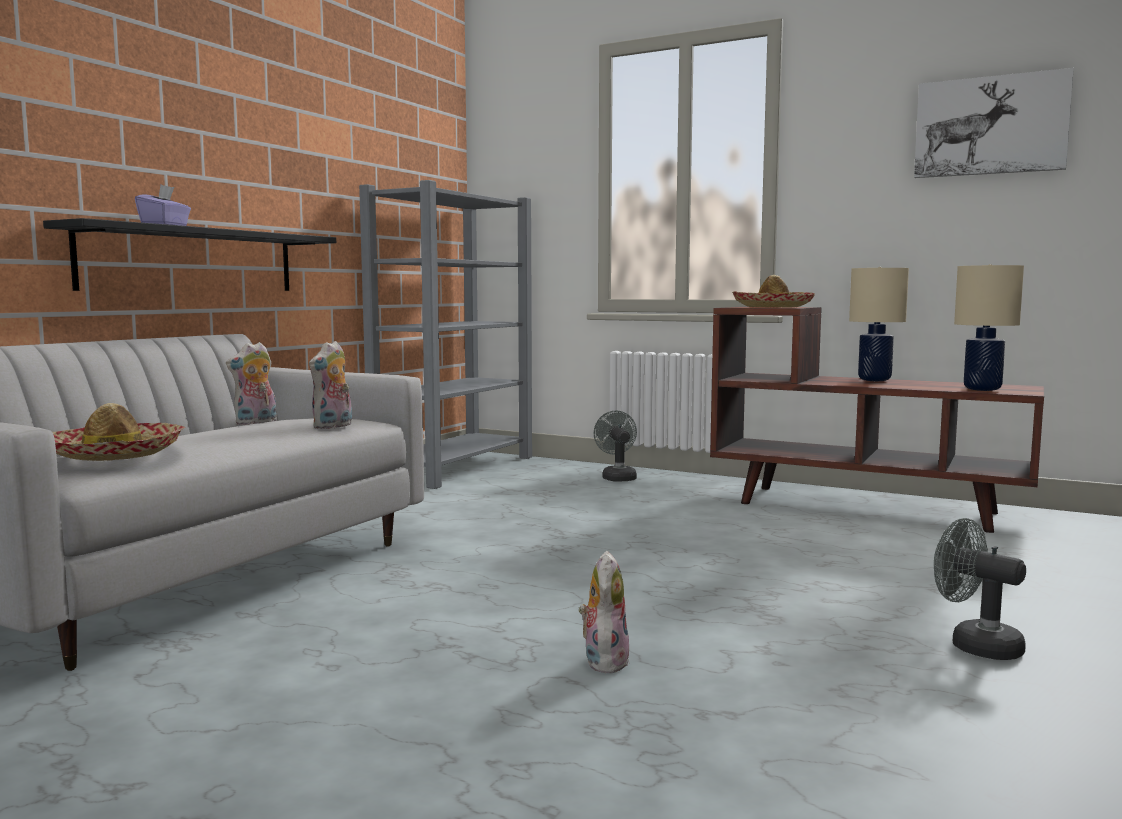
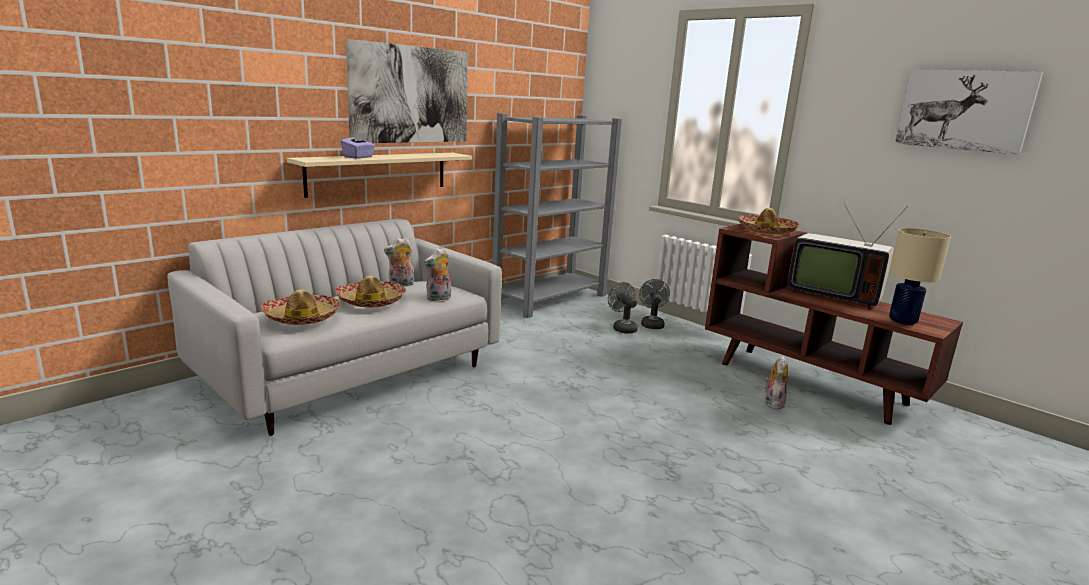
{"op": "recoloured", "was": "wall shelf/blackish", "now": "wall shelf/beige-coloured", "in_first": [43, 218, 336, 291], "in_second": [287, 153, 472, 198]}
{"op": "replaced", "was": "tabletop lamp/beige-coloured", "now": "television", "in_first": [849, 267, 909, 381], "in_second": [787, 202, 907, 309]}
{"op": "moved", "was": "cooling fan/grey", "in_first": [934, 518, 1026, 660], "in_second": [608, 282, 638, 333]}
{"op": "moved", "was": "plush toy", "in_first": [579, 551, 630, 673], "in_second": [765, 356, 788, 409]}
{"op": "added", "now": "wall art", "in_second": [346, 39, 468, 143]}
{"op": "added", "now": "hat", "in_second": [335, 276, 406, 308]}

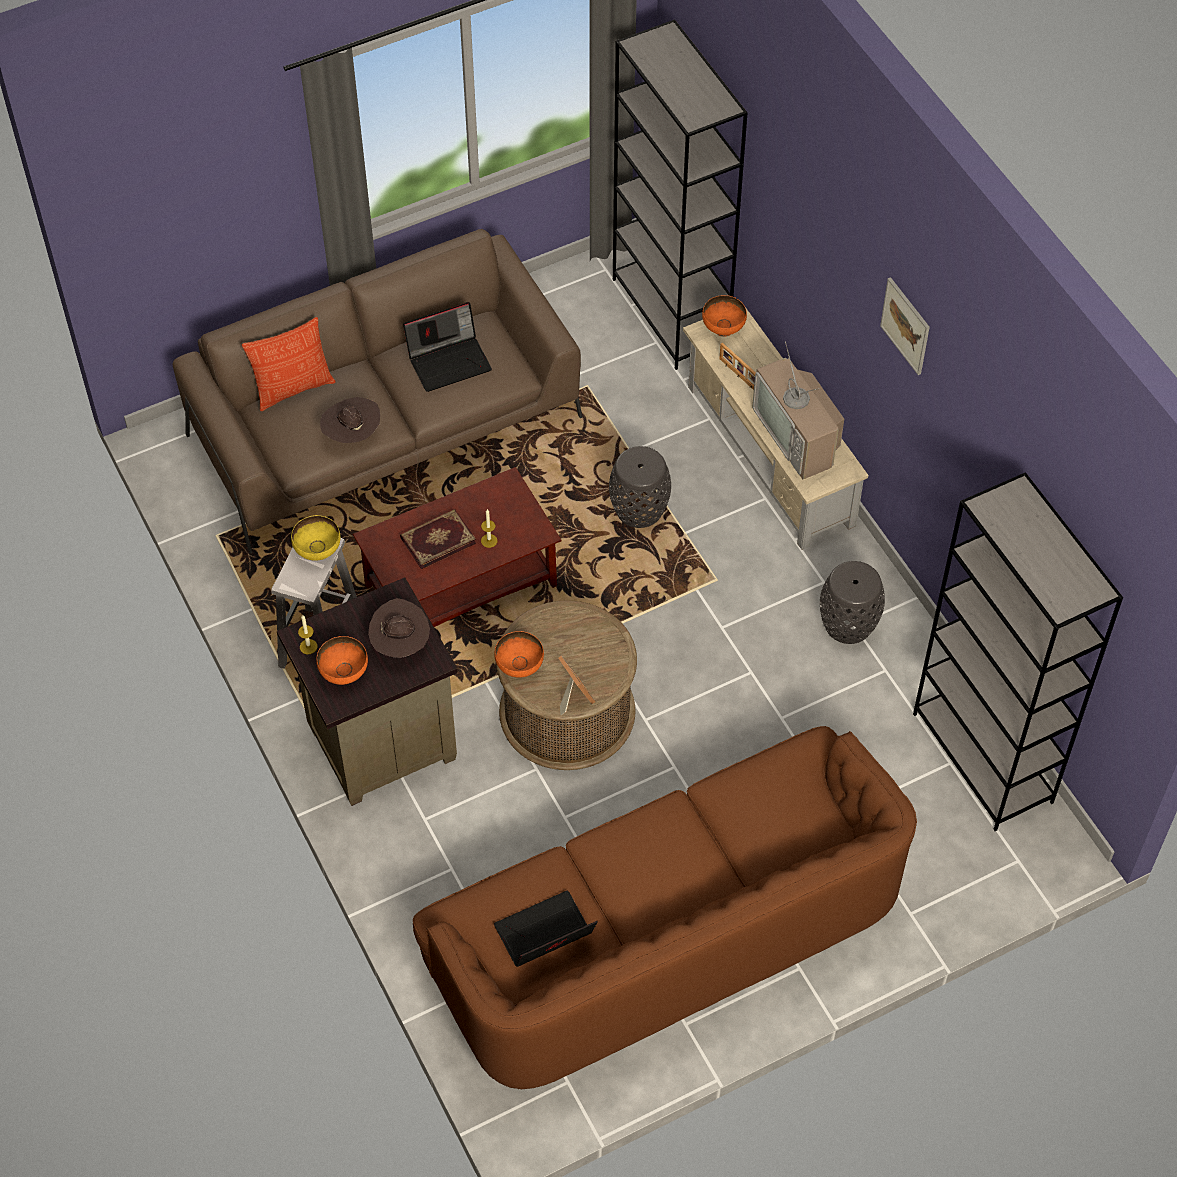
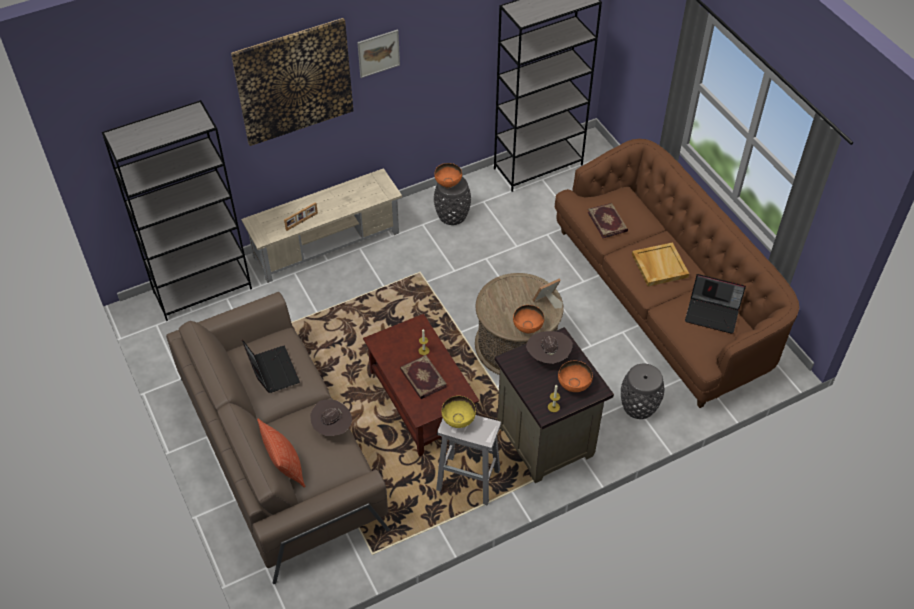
{"op": "moved", "was": "bowl/orange-coloured", "in_first": [702, 295, 747, 337], "in_second": [434, 163, 462, 188]}
{"op": "removed", "was": "television", "in_first": [752, 341, 844, 479]}
{"op": "moved", "was": "stool/grey", "in_first": [609, 446, 671, 528], "in_second": [621, 363, 664, 419]}
{"op": "turned", "was": "notebook computer", "in_first": [494, 891, 597, 967], "in_second": [685, 274, 746, 334], "clockwise": -45}
{"op": "added", "now": "wall art", "in_second": [231, 18, 353, 146]}
{"op": "added", "now": "book", "in_second": [587, 203, 628, 238]}
{"op": "added", "now": "serving tray/beige-coloured", "in_second": [632, 242, 689, 286]}

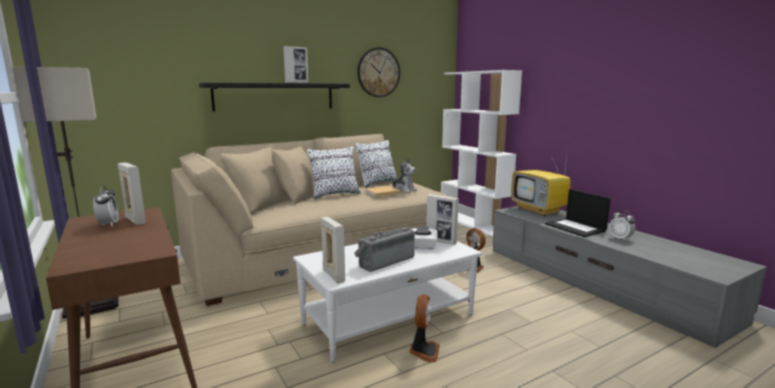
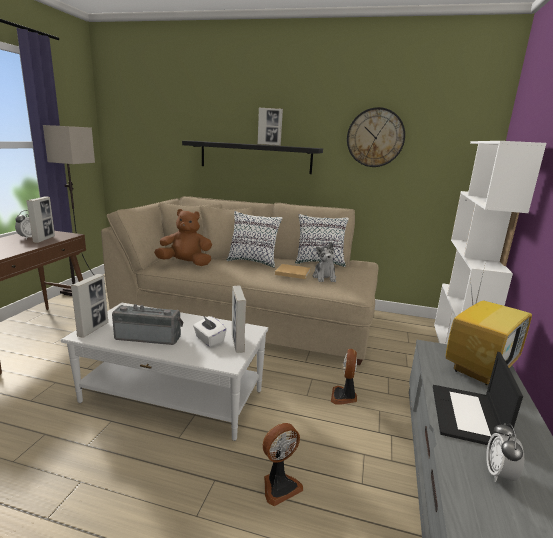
{"op": "turned", "was": "television", "in_first": [511, 155, 571, 216], "in_second": [445, 262, 532, 385], "clockwise": -150}
{"op": "moved", "was": "cooling fan", "in_first": [409, 295, 440, 363], "in_second": [263, 423, 303, 506]}
{"op": "added", "now": "plush toy/brown-coloured", "in_second": [154, 209, 212, 266]}

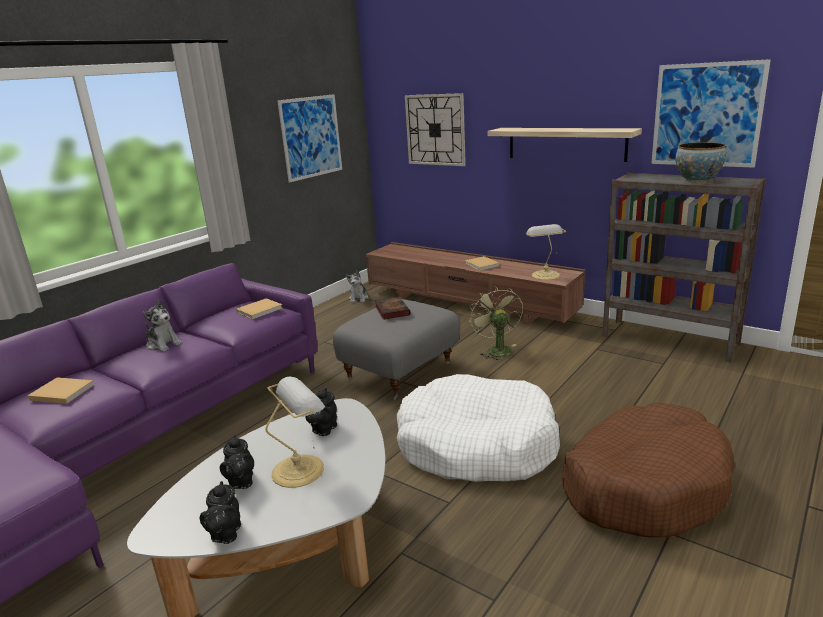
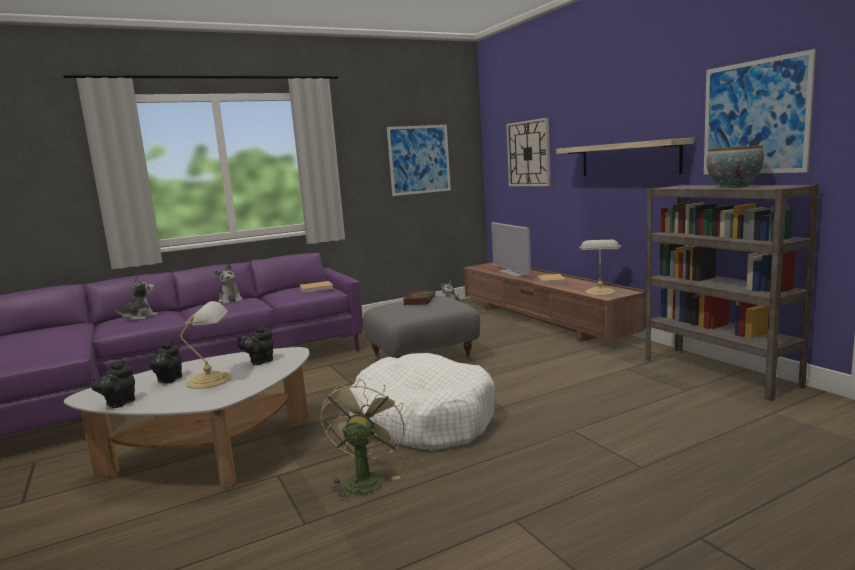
{"op": "moved", "was": "cooling fan/green-coloured", "in_first": [469, 286, 523, 361], "in_second": [320, 378, 407, 501]}
{"op": "replaced", "was": "book/beige-coloured", "now": "plush toy", "in_first": [28, 377, 94, 404], "in_second": [115, 277, 158, 321]}
{"op": "removed", "was": "dog bed/brown-coloured", "in_first": [562, 402, 735, 537]}
{"op": "added", "now": "television", "in_second": [491, 222, 531, 277]}

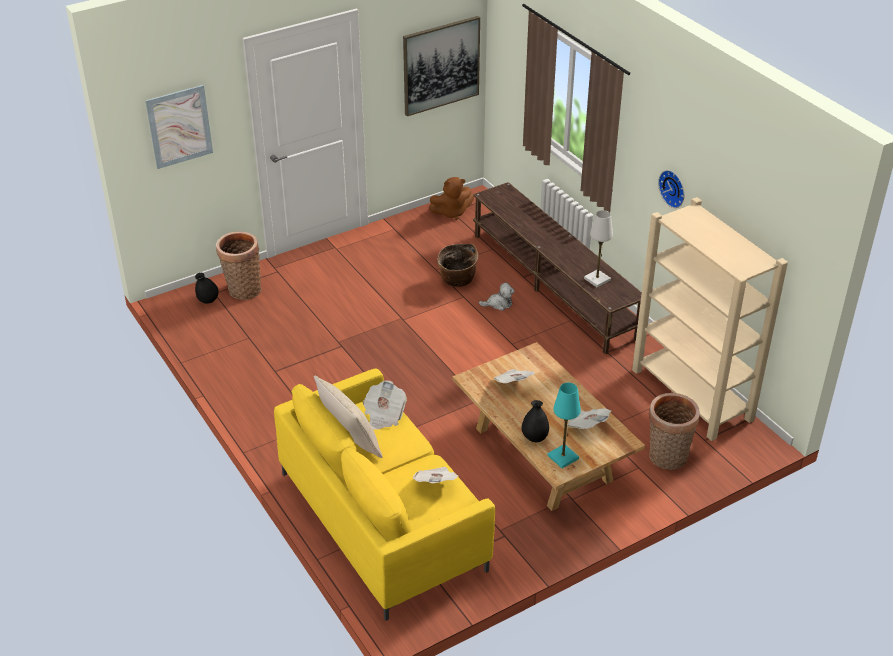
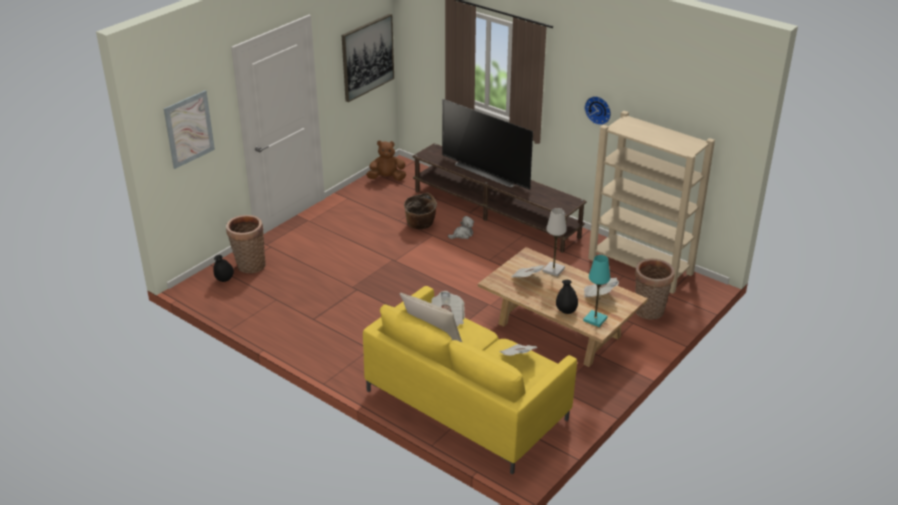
{"op": "turned", "was": "plush toy/brown-coloured", "in_first": [429, 177, 474, 220], "in_second": [366, 141, 406, 181], "clockwise": -150}
{"op": "moved", "was": "tabletop lamp/whitish", "in_first": [584, 210, 613, 287], "in_second": [543, 208, 567, 277]}
{"op": "added", "now": "television", "in_second": [442, 99, 533, 190]}

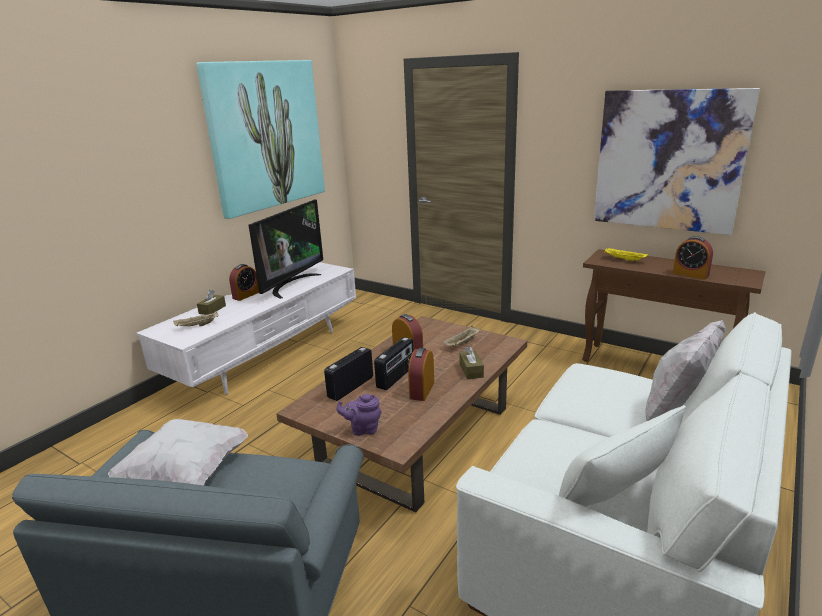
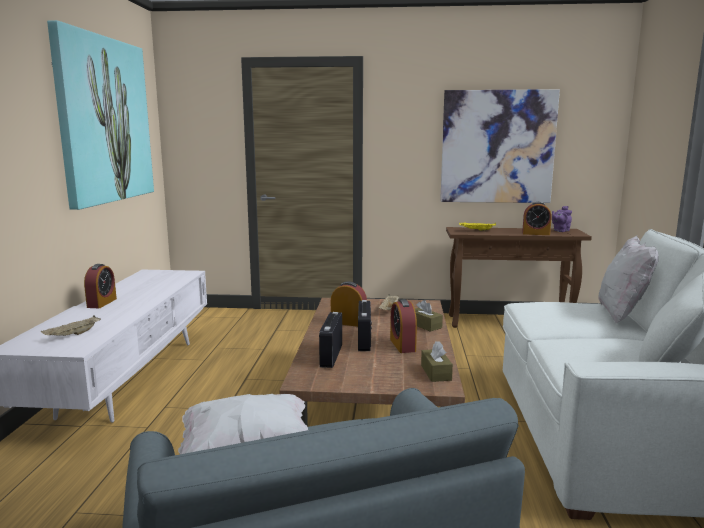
{"op": "removed", "was": "television", "in_first": [249, 200, 323, 299]}
{"op": "moved", "was": "tissue box/brown-coloured", "in_first": [197, 290, 226, 315], "in_second": [421, 341, 453, 382]}
{"op": "moved", "was": "tea pot/purple", "in_first": [336, 394, 382, 436], "in_second": [552, 206, 572, 232]}

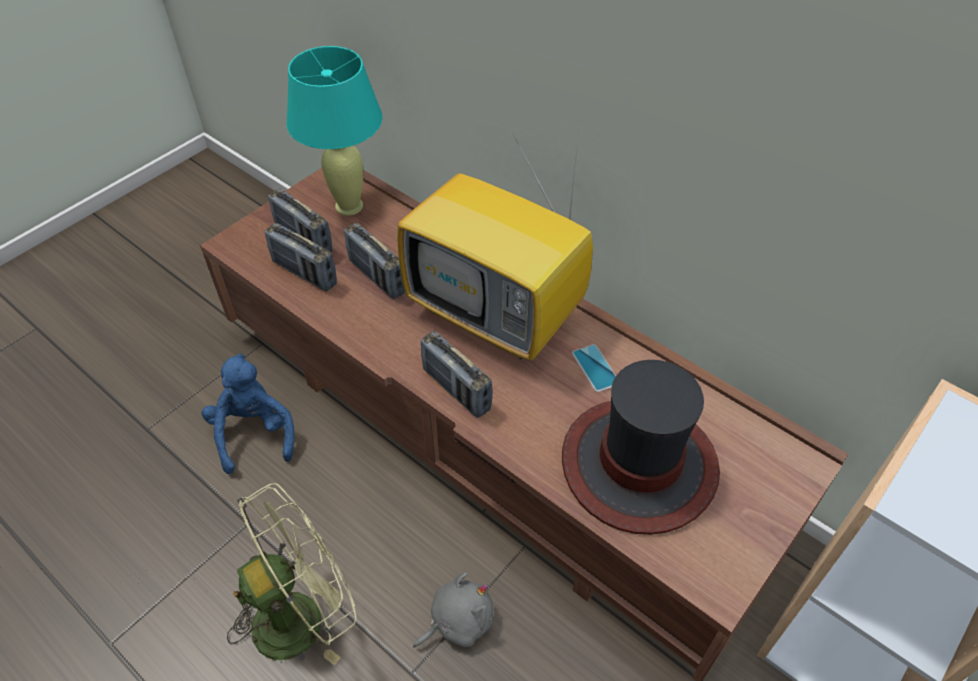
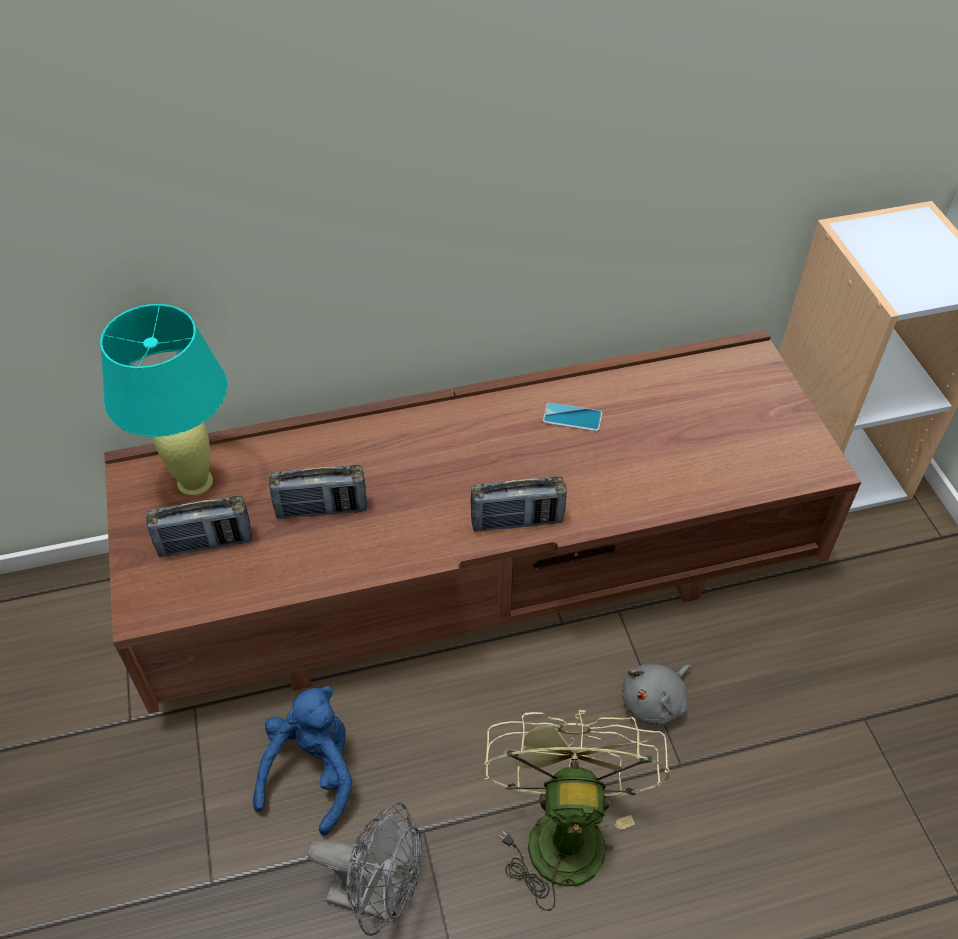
{"op": "removed", "was": "television", "in_first": [397, 128, 593, 360]}
{"op": "removed", "was": "radio", "in_first": [265, 223, 337, 292]}
{"op": "turned", "was": "plush toy/blue-coloured", "in_first": [201, 353, 294, 474], "in_second": [253, 686, 353, 836], "clockwise": 90}
{"op": "removed", "was": "hat", "in_first": [562, 360, 720, 535]}
{"op": "turned", "was": "plush toy/grey", "in_first": [413, 573, 494, 648], "in_second": [622, 664, 692, 725], "clockwise": -135}
{"op": "added", "now": "cooling fan/grey", "in_second": [308, 802, 422, 936]}

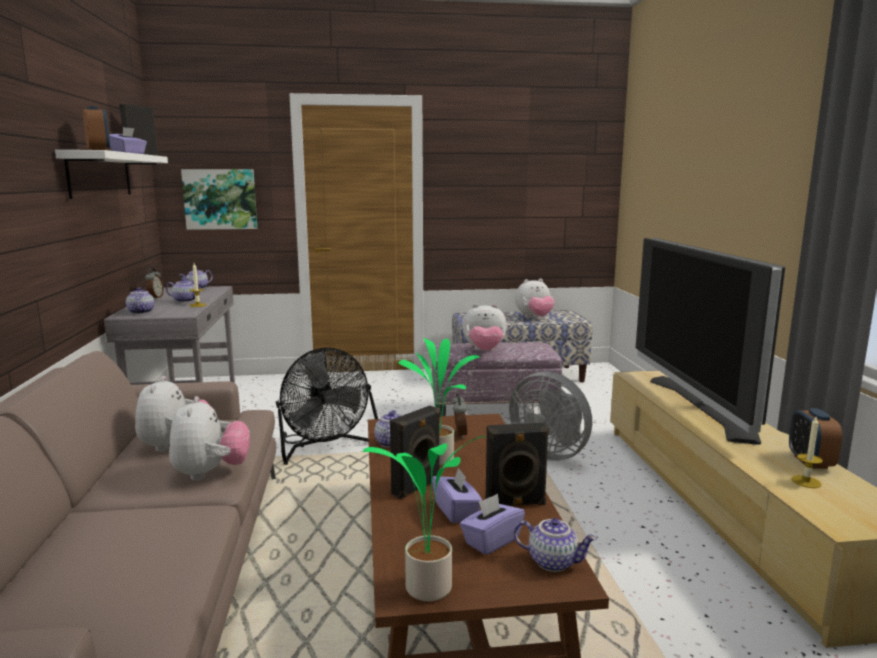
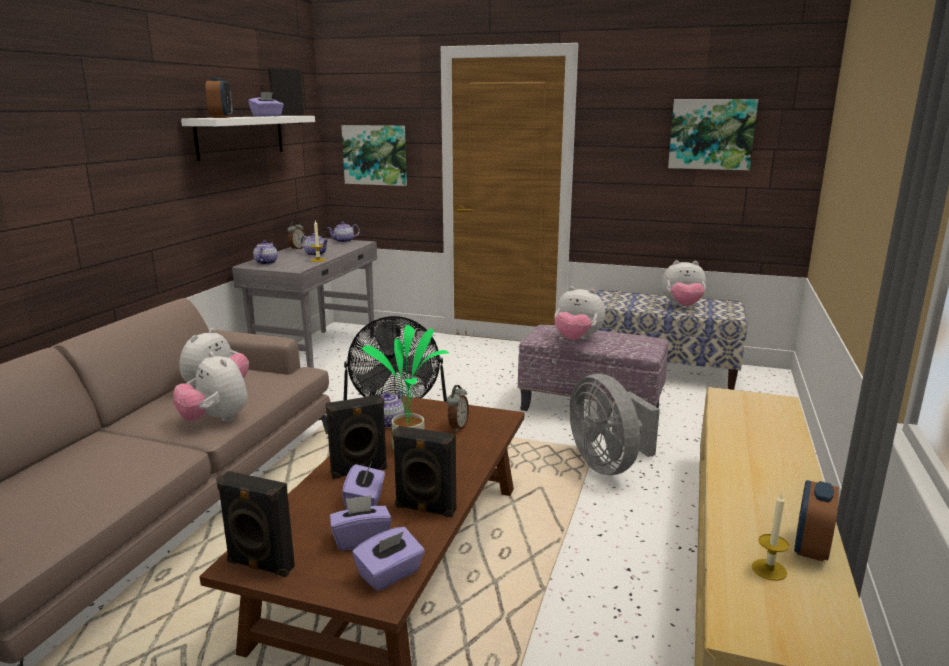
{"op": "removed", "was": "television", "in_first": [636, 238, 785, 445]}
{"op": "turned", "was": "plush toy", "in_first": [169, 396, 250, 481], "in_second": [173, 352, 248, 422], "clockwise": 120}
{"op": "replaced", "was": "houseplant", "now": "speaker/blackish", "in_first": [362, 436, 487, 601], "in_second": [216, 471, 295, 577]}
{"op": "replaced", "was": "tea pot", "now": "tissue box/purple", "in_first": [514, 518, 597, 572], "in_second": [352, 527, 425, 591]}
{"op": "added", "now": "wall art", "in_second": [668, 99, 758, 170]}

